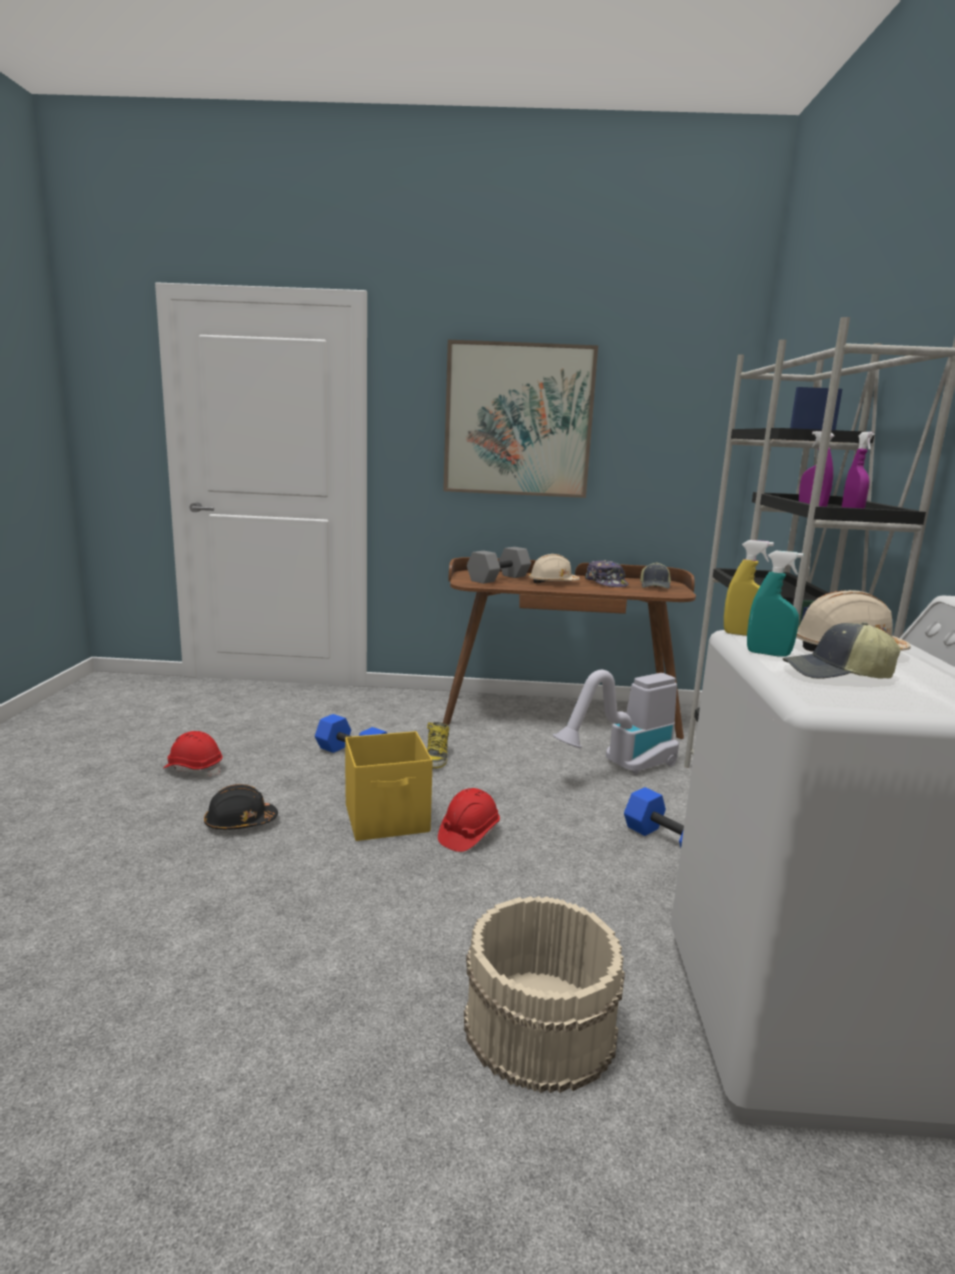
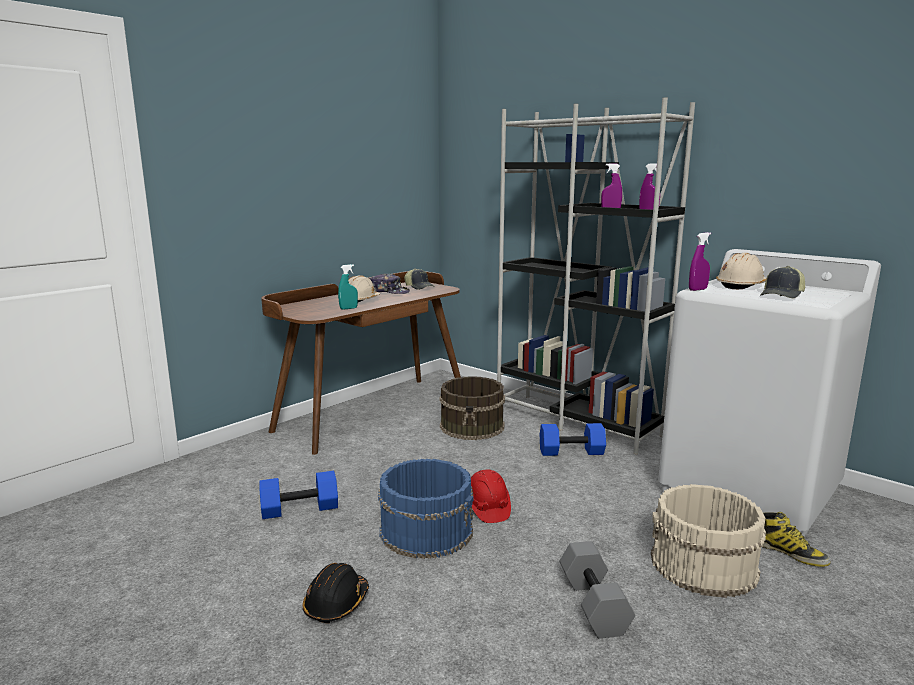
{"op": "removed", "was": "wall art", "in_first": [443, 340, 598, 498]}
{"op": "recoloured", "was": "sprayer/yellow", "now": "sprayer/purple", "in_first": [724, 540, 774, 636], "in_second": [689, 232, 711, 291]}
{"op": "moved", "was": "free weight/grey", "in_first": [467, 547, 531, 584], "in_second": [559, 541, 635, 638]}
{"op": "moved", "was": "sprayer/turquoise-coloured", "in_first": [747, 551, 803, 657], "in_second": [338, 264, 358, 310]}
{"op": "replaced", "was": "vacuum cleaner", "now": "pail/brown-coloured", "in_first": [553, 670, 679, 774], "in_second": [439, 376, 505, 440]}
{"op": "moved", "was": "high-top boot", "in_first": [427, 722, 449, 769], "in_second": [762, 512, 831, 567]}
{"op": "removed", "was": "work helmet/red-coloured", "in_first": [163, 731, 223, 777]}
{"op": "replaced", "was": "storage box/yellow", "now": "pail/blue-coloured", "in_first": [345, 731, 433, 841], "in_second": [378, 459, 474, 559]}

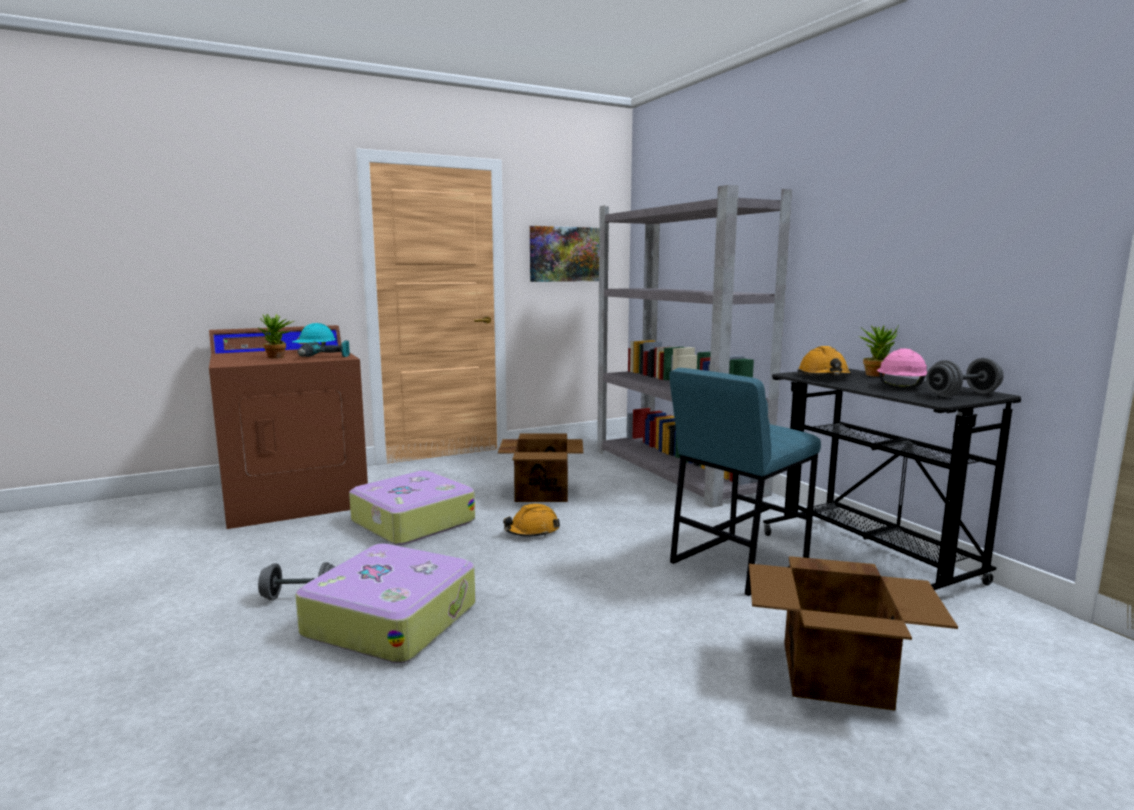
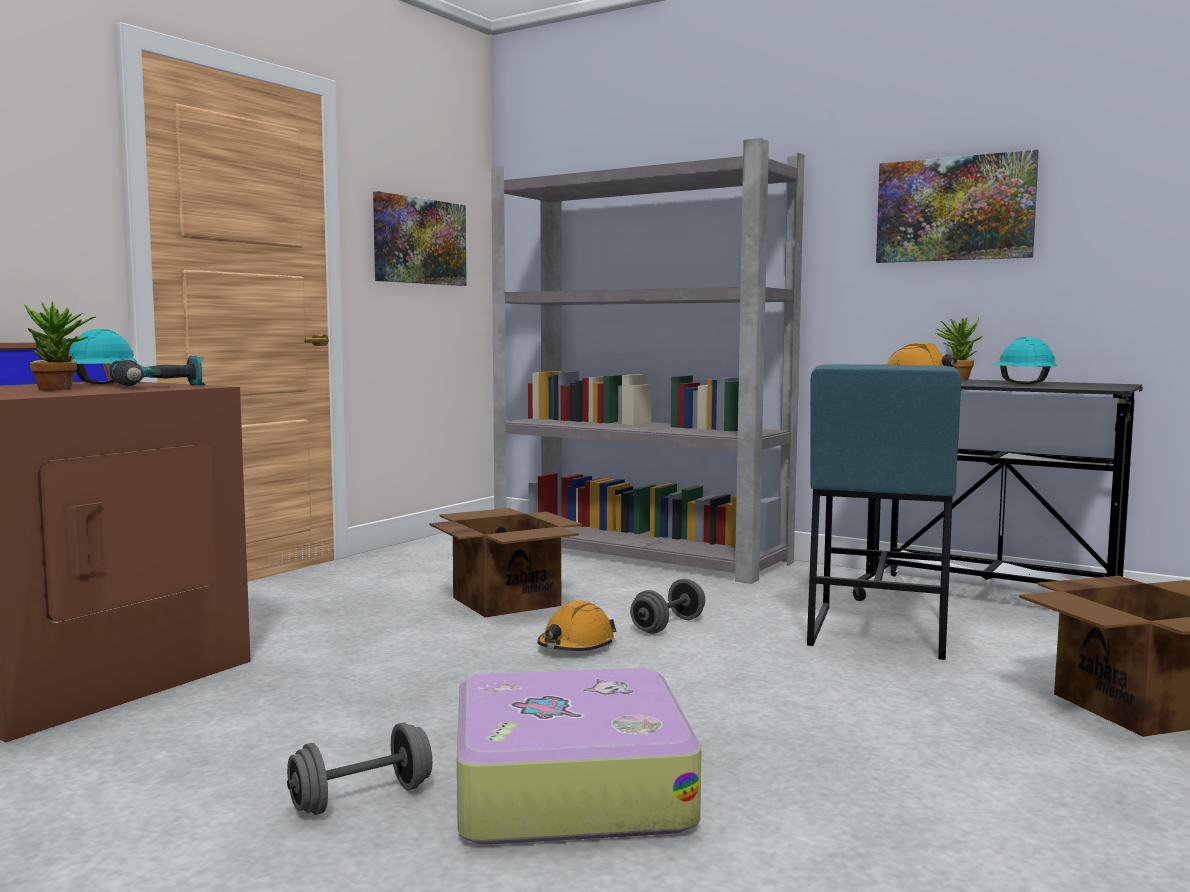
{"op": "recoloured", "was": "work helmet/pink-coloured", "now": "work helmet/turquoise-coloured", "in_first": [877, 348, 927, 388], "in_second": [993, 337, 1057, 384]}
{"op": "moved", "was": "free weight/grey", "in_first": [926, 358, 1004, 397], "in_second": [630, 579, 705, 634]}
{"op": "removed", "was": "travel case", "in_first": [349, 471, 475, 545]}
{"op": "added", "now": "wall art", "in_second": [876, 150, 1039, 263]}

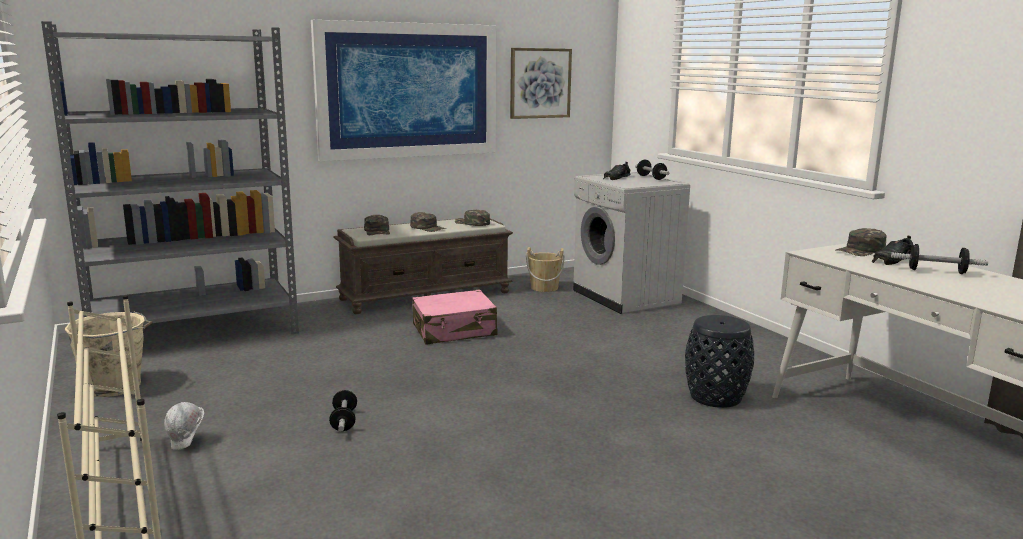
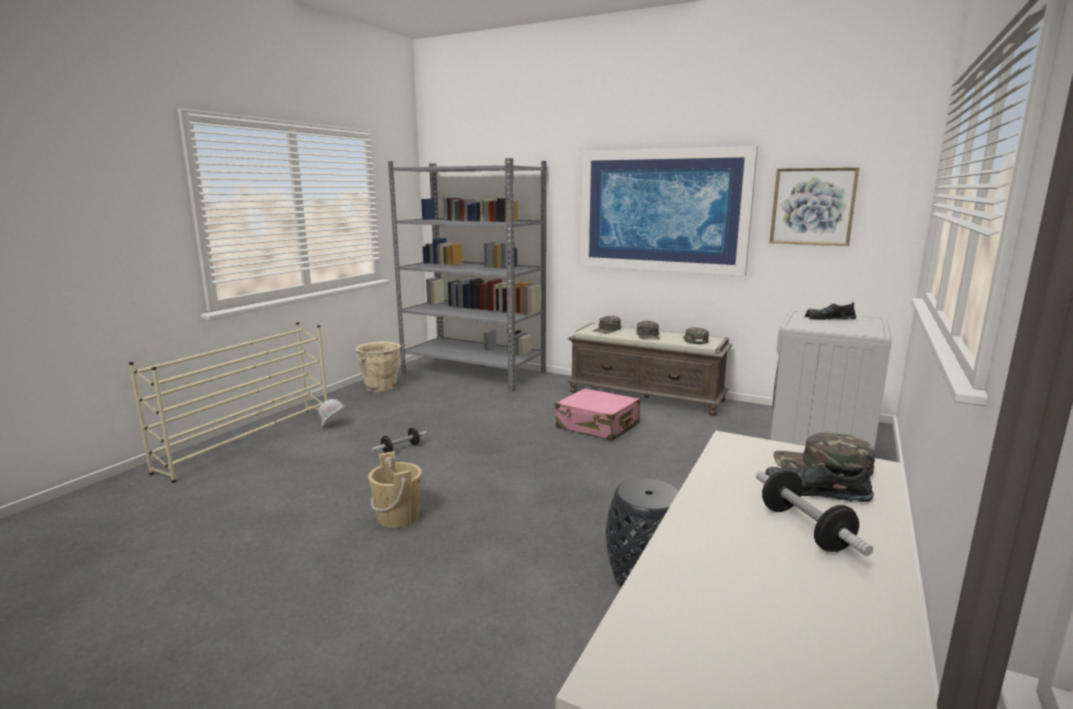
{"op": "removed", "was": "free weight", "in_first": [635, 160, 669, 180]}
{"op": "moved", "was": "pail/beige-coloured", "in_first": [526, 247, 565, 292], "in_second": [368, 451, 422, 528]}

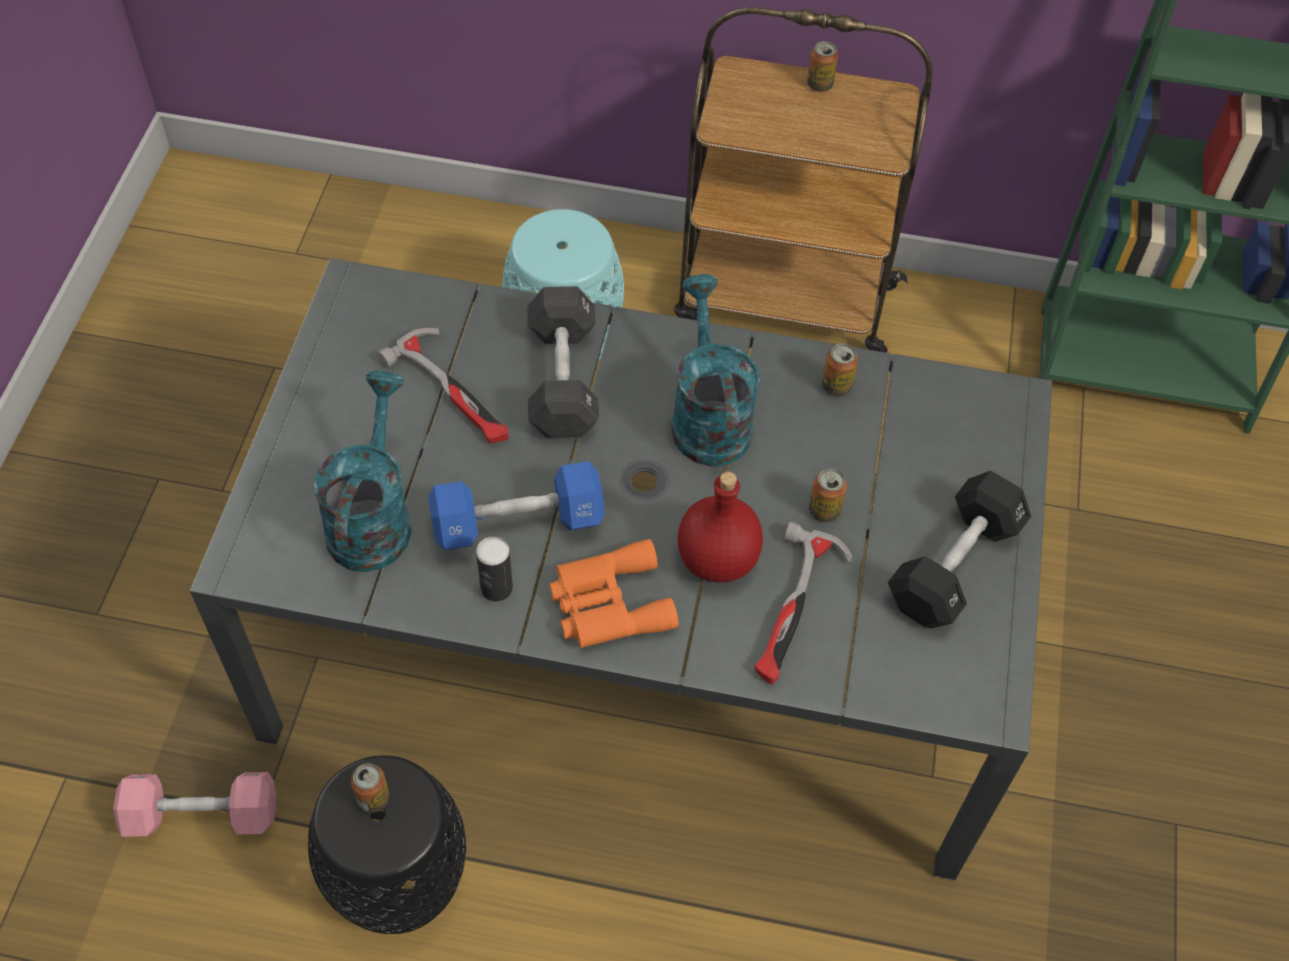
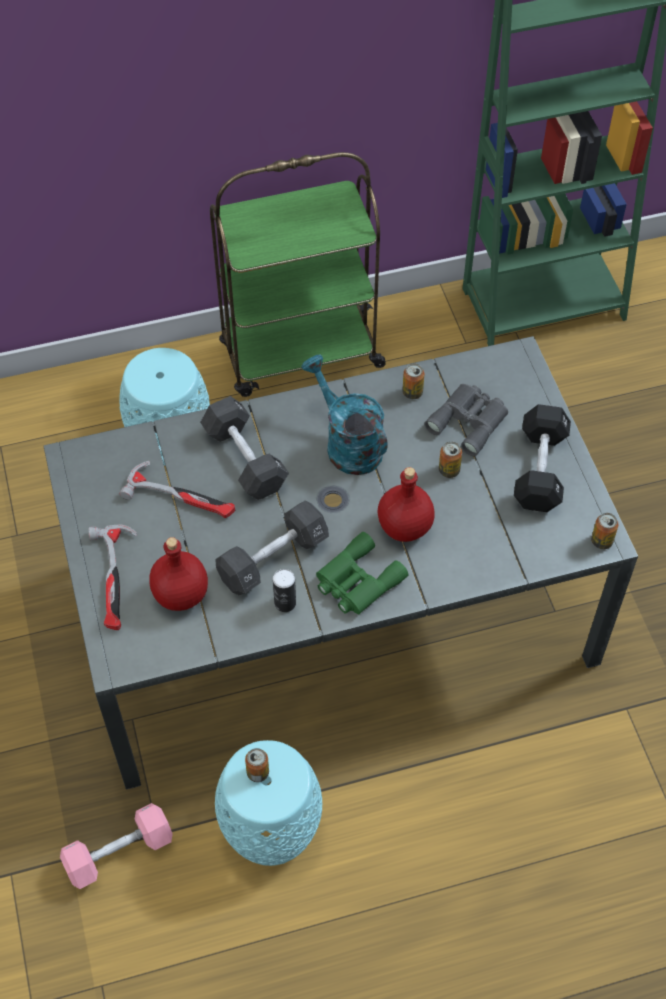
{"op": "recoloured", "was": "trolley/brown-coloured", "now": "trolley/green-coloured", "in_first": [674, 7, 932, 353], "in_second": [210, 152, 386, 397]}
{"op": "moved", "was": "sealed can", "in_first": [807, 41, 838, 92], "in_second": [591, 513, 618, 549]}
{"op": "replaced", "was": "sprinkling can/turquoise-coloured", "now": "drink bottle/red-coloured", "in_first": [313, 371, 411, 572], "in_second": [149, 537, 208, 611]}
{"op": "recoloured", "was": "free weight/blue-coloured", "now": "free weight/blackish", "in_first": [428, 461, 605, 550], "in_second": [215, 500, 329, 595]}
{"op": "moved", "was": "hand hammer", "in_first": [755, 521, 853, 684], "in_second": [89, 524, 137, 630]}
{"op": "recoloured", "was": "field glasses/orange-coloured", "now": "field glasses/green-coloured", "in_first": [549, 539, 679, 648], "in_second": [316, 532, 408, 614]}
{"op": "recoloured", "was": "stool/blackish", "now": "stool/turquoise-coloured", "in_first": [308, 755, 466, 934], "in_second": [215, 740, 322, 866]}
{"op": "added", "now": "field glasses/grey", "in_second": [424, 384, 508, 456]}

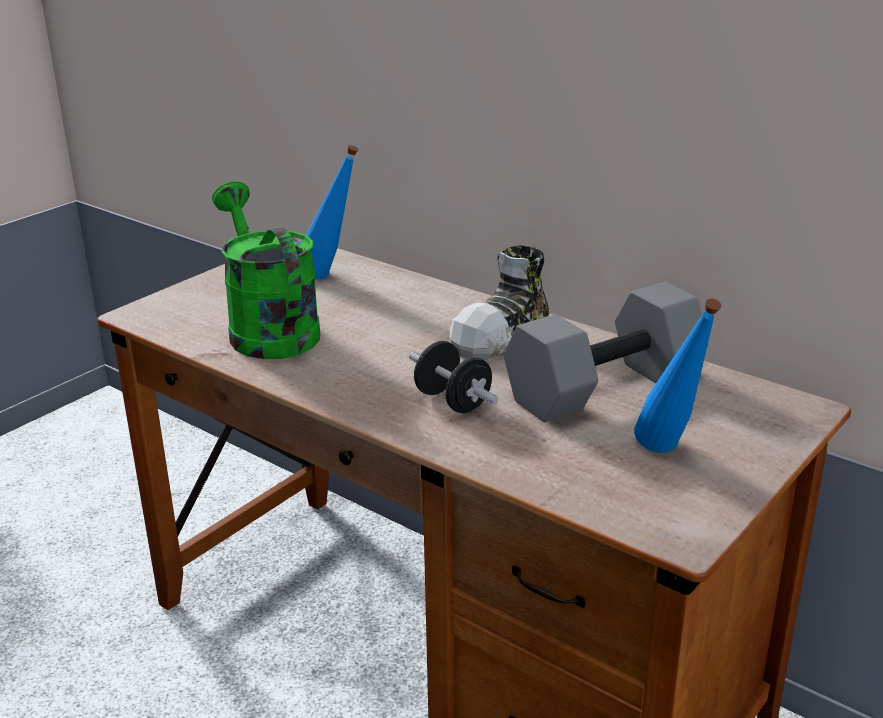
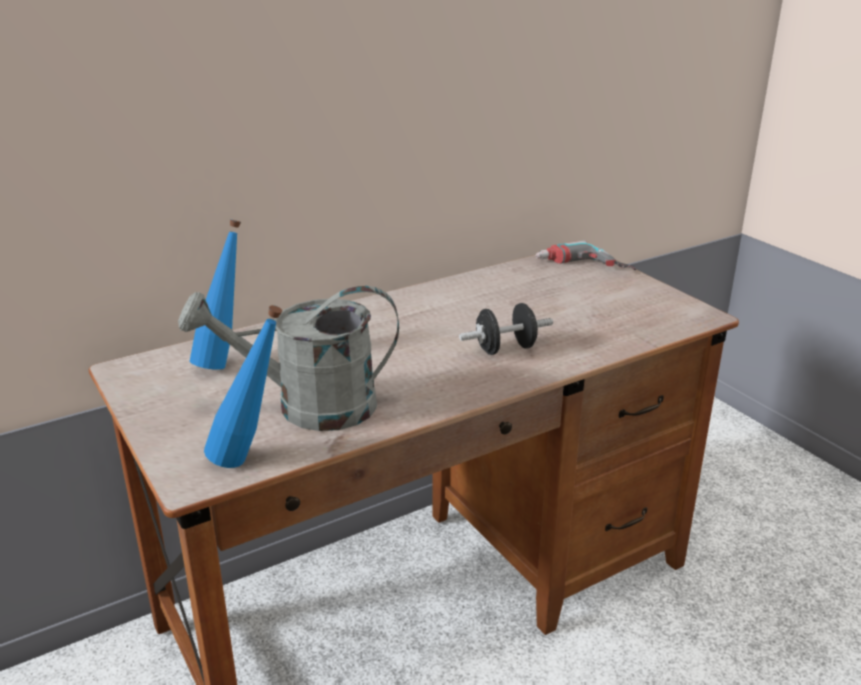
{"op": "recoloured", "was": "sprinkling can/green-coloured", "now": "sprinkling can/grey", "in_first": [212, 181, 320, 359], "in_second": [178, 286, 399, 431]}
{"op": "removed", "was": "item of footwear", "in_first": [449, 245, 549, 360]}
{"op": "removed", "was": "free weight/grey", "in_first": [504, 282, 708, 422]}
{"op": "moved", "was": "drink bottle/blue-coloured", "in_first": [634, 298, 721, 453], "in_second": [204, 305, 282, 468]}
{"op": "added", "now": "electric drill", "in_second": [536, 240, 636, 270]}

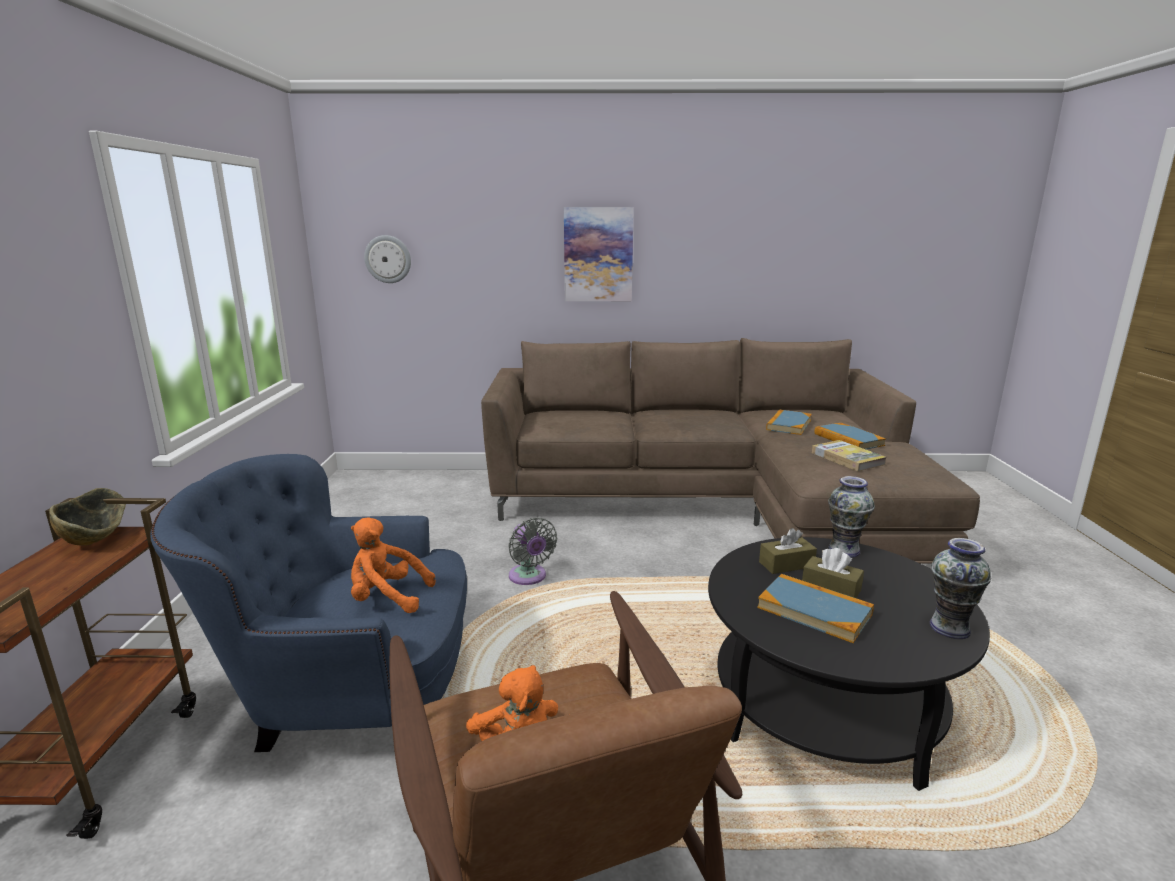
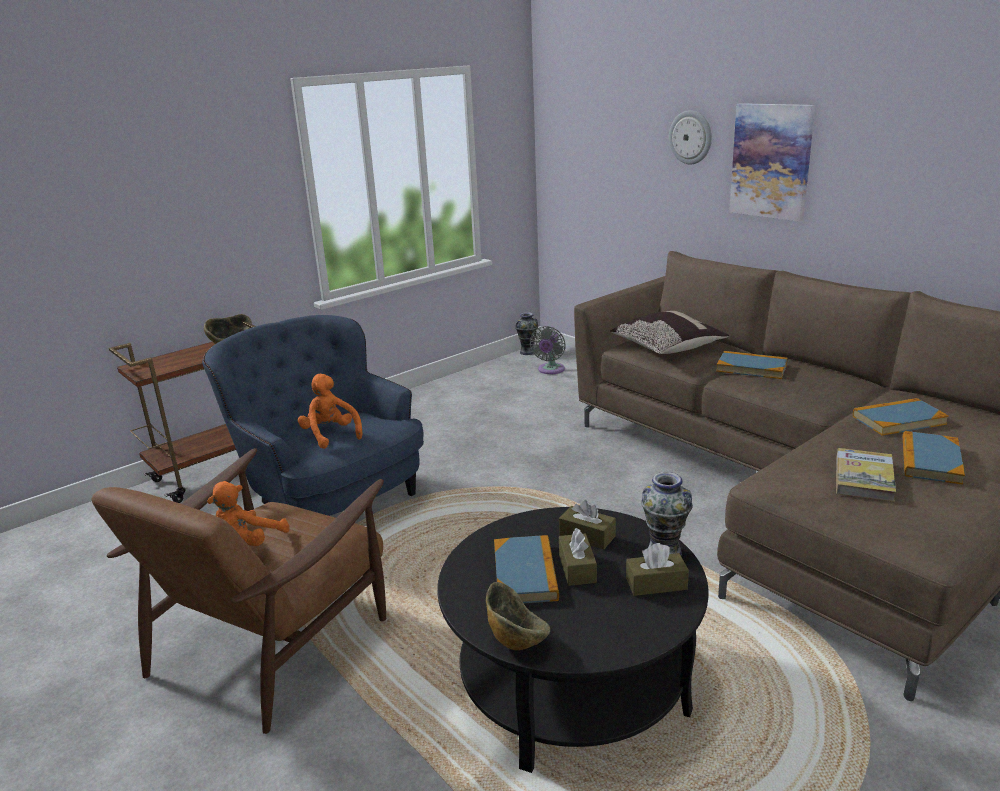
{"op": "moved", "was": "clock on the wall", "in_first": [364, 235, 411, 283], "in_second": [669, 110, 712, 164]}
{"op": "moved", "was": "cooling fan/grey", "in_first": [508, 517, 557, 585], "in_second": [530, 326, 566, 374]}
{"op": "moved", "was": "decorative vase", "in_first": [929, 538, 991, 639], "in_second": [515, 312, 538, 355]}
{"op": "added", "now": "cushion", "in_second": [610, 311, 729, 354]}
{"op": "added", "now": "book", "in_second": [716, 351, 788, 379]}
{"op": "added", "now": "tissue box/brown-coloured", "in_second": [626, 543, 689, 596]}
{"op": "added", "now": "bowl", "in_second": [486, 582, 550, 650]}

